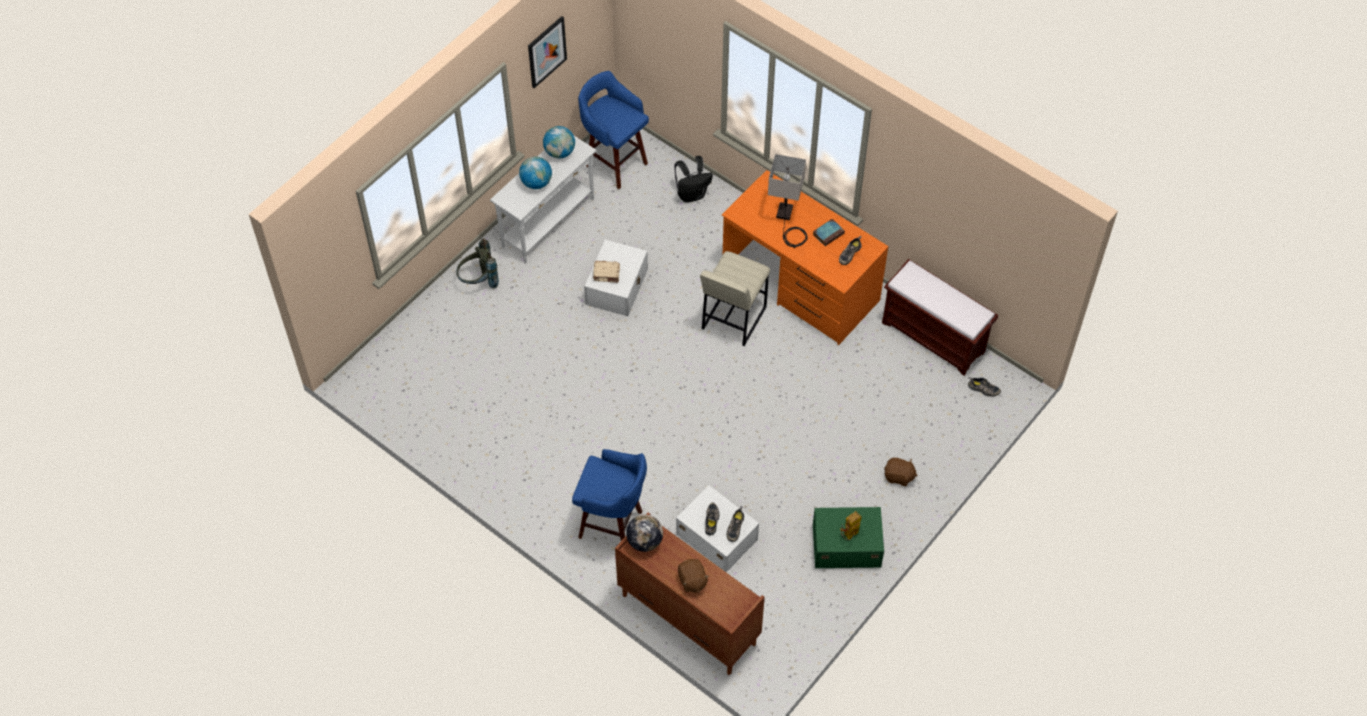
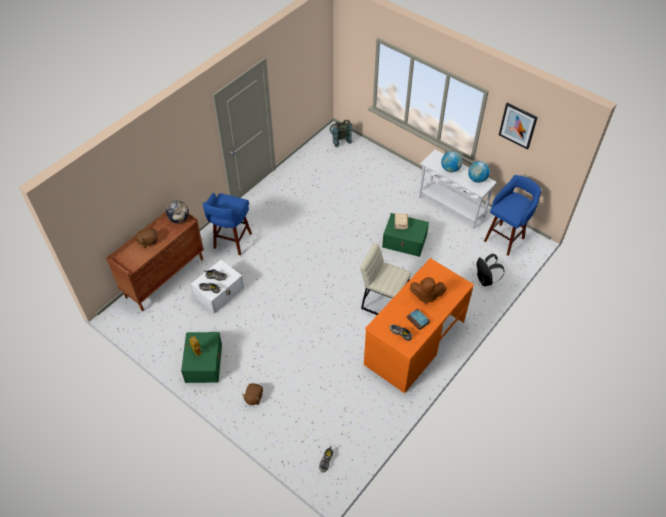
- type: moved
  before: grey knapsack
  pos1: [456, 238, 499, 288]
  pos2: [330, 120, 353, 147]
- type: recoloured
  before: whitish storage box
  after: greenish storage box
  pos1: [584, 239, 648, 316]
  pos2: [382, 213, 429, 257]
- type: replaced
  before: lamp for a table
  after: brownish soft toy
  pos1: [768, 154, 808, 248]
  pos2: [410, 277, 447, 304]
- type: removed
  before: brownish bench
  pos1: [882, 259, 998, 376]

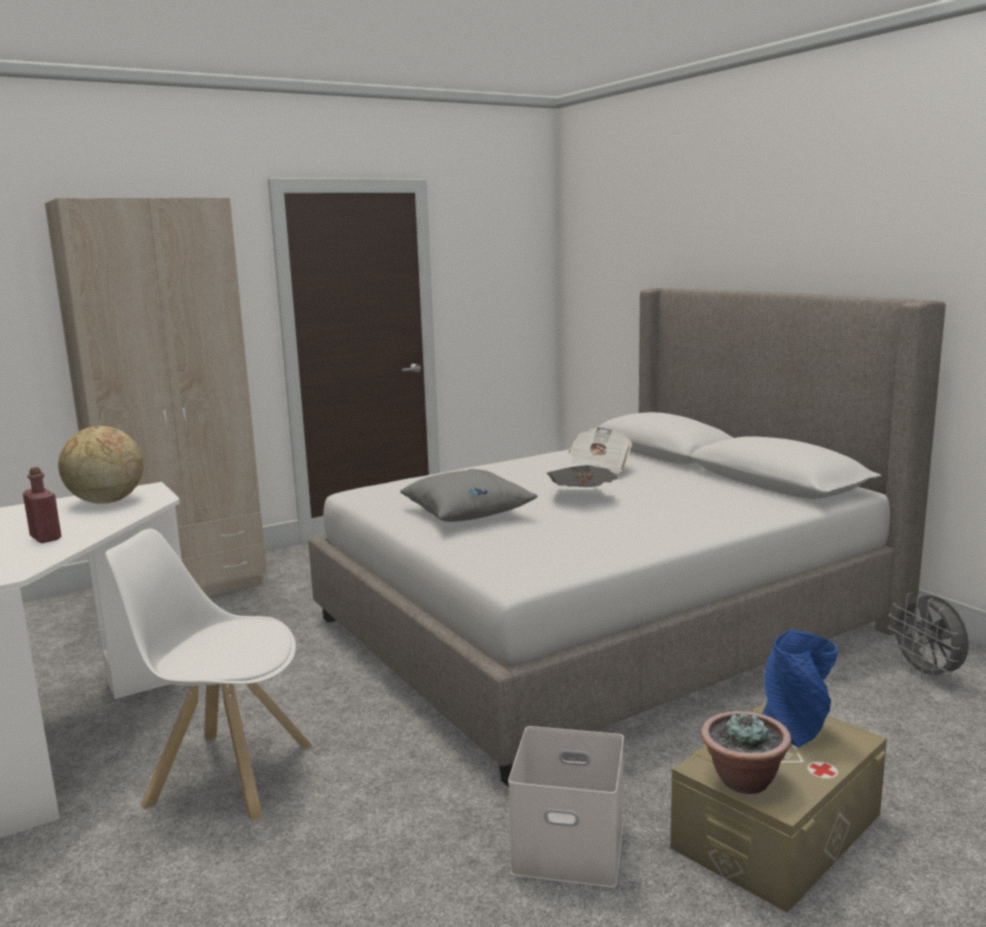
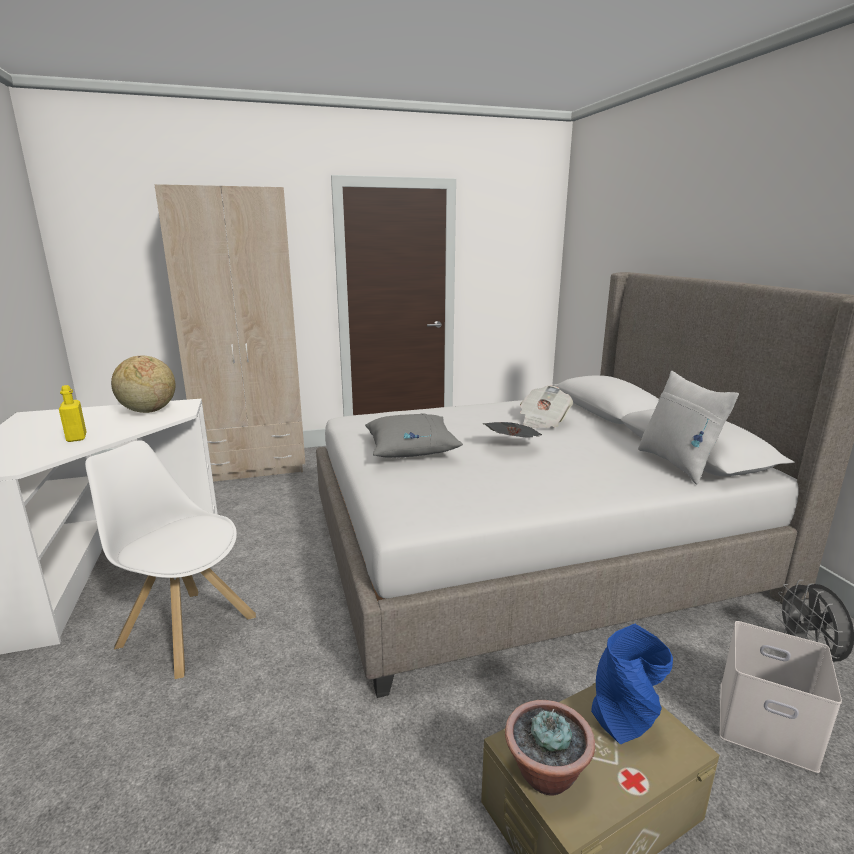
- type: recoloured
  before: red bottle
  after: yellowish bottle
  pos1: [23, 467, 61, 543]
  pos2: [59, 385, 87, 442]
- type: added
  after: grey pillow
  pos2: [638, 371, 739, 484]
- type: moved
  before: whitish storage box
  pos1: [508, 726, 624, 888]
  pos2: [720, 621, 842, 773]

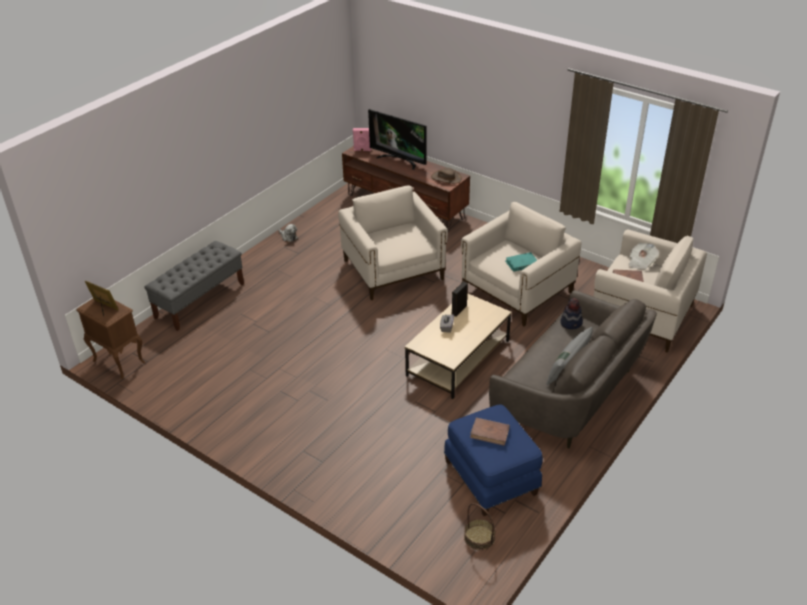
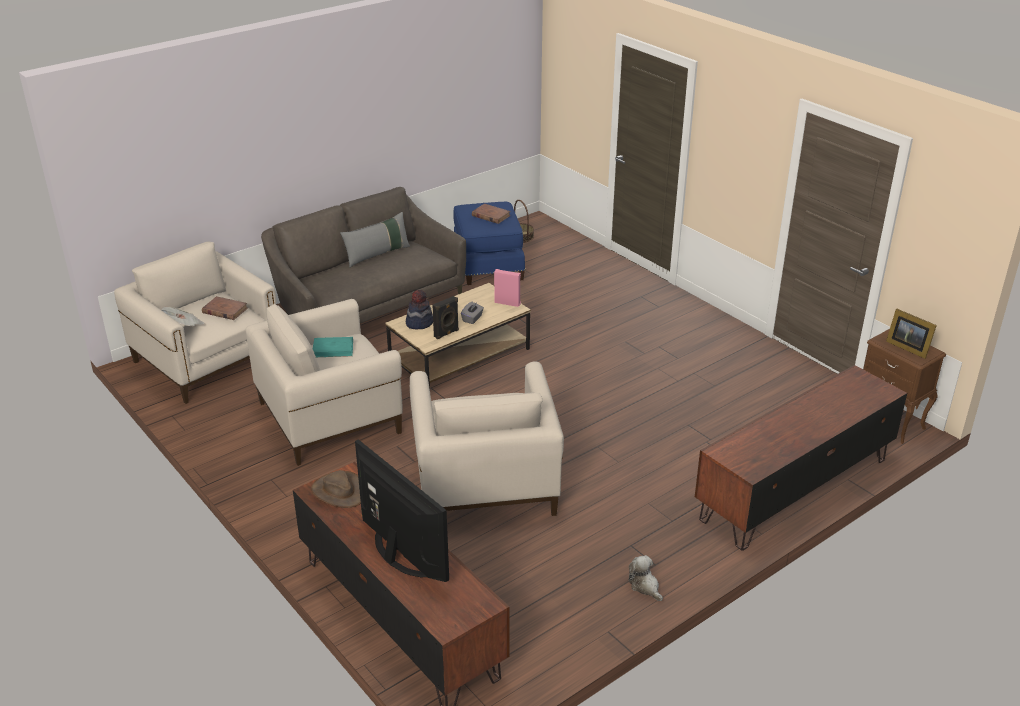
- type: moved
  before: hat
  pos1: [560, 298, 583, 329]
  pos2: [406, 290, 433, 329]
- type: moved
  before: pink loudspeaker
  pos1: [353, 128, 371, 151]
  pos2: [494, 269, 521, 307]
- type: replaced
  before: grey bench
  after: brownish tv unit
  pos1: [144, 241, 244, 331]
  pos2: [695, 365, 907, 551]

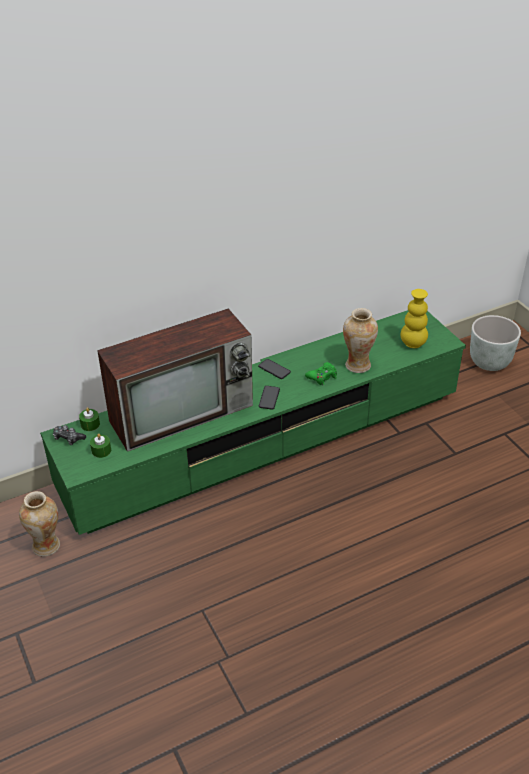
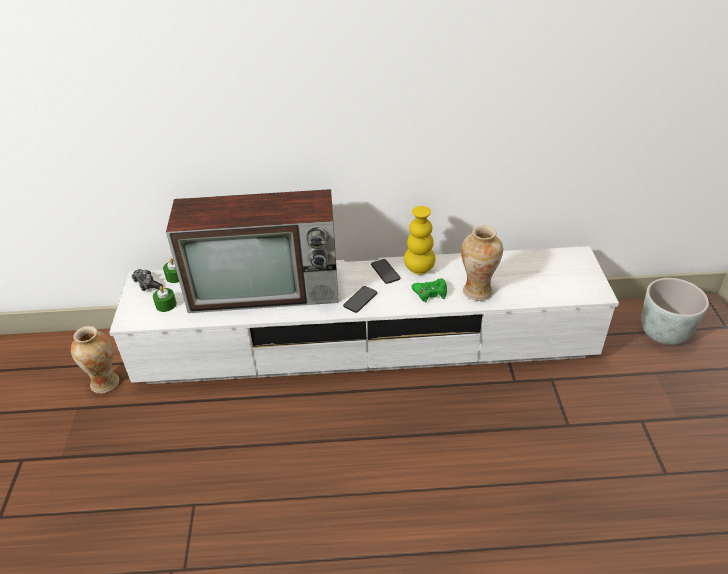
- type: recoloured
  before: greenish tv unit
  after: whitish tv unit
  pos1: [40, 310, 466, 535]
  pos2: [109, 246, 619, 384]
- type: moved
  before: yellowish flower vase
  pos1: [400, 289, 428, 348]
  pos2: [404, 206, 436, 275]

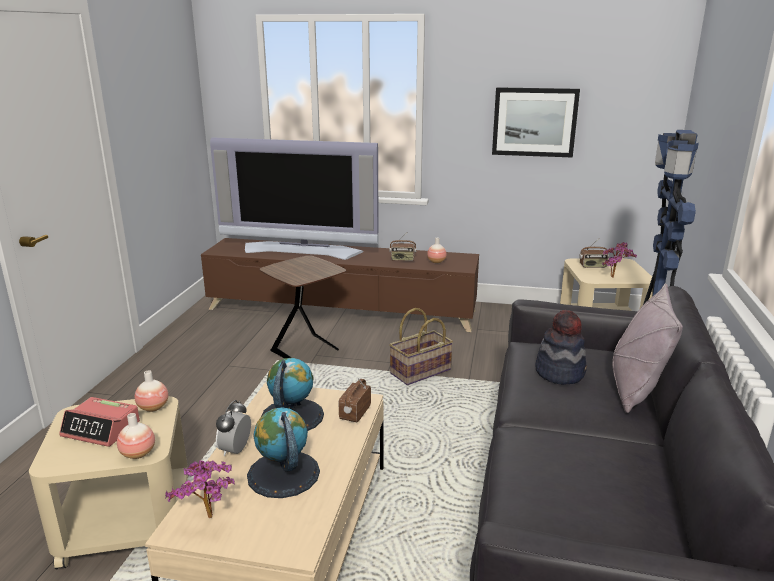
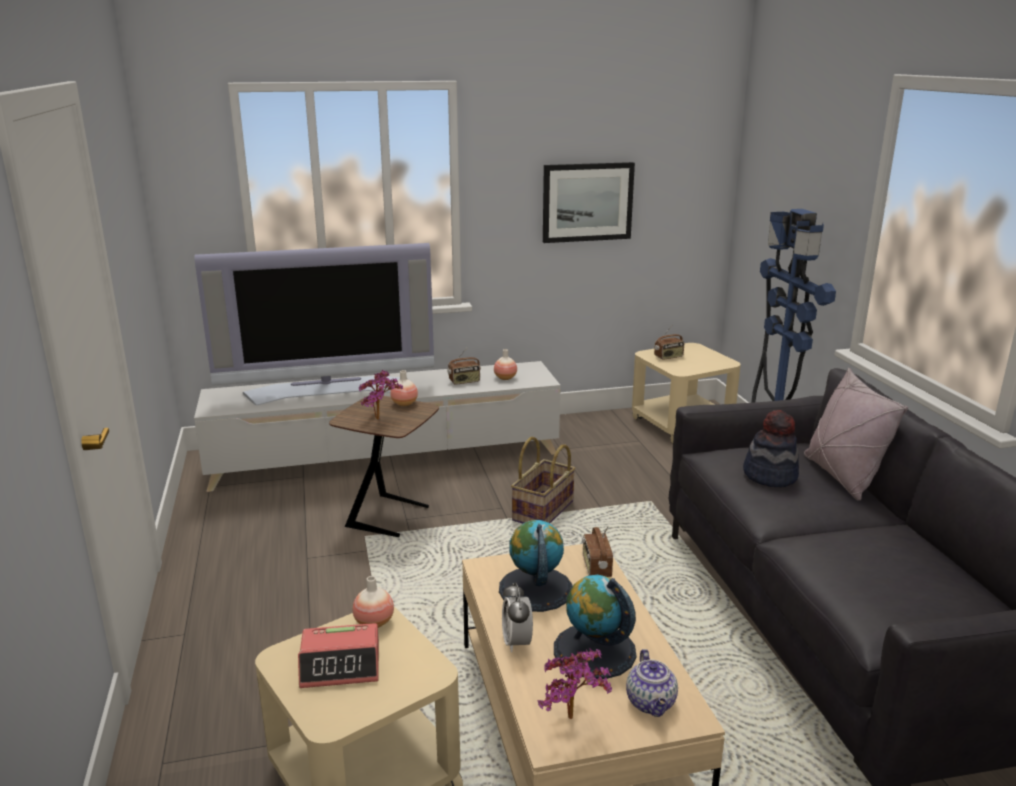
- type: recoloured
  before: brownish tv unit
  after: whitish tv unit
  pos1: [201, 238, 479, 332]
  pos2: [194, 361, 561, 492]
- type: moved
  before: potted plant
  pos1: [602, 242, 637, 278]
  pos2: [359, 370, 403, 420]
- type: moved
  before: flower vase
  pos1: [117, 413, 155, 459]
  pos2: [390, 370, 418, 406]
- type: added
  after: pot for tea
  pos2: [626, 649, 678, 717]

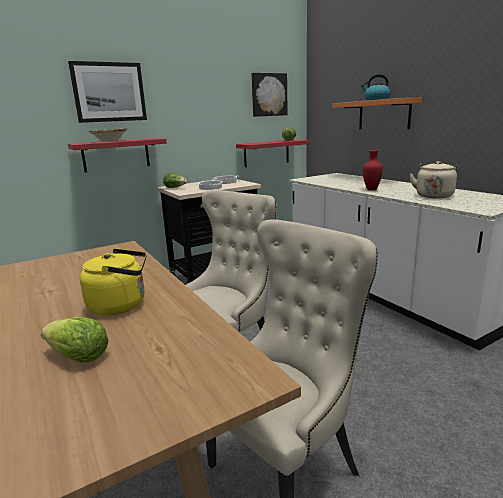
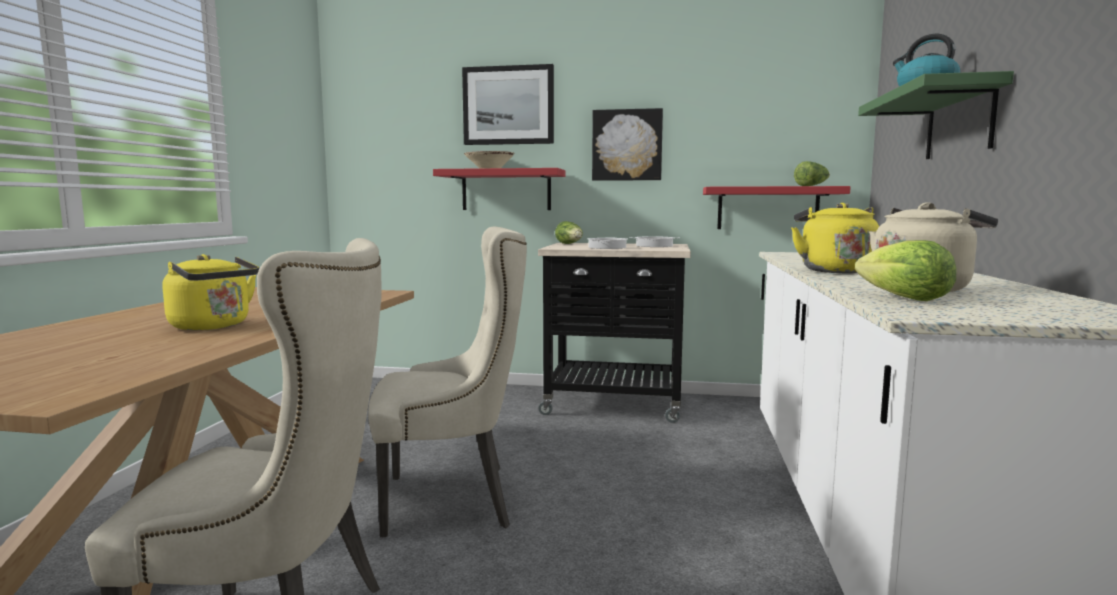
- type: moved
  before: wall art
  pos1: [252, 73, 288, 117]
  pos2: [592, 108, 663, 181]
- type: replaced
  before: red flower vase
  after: yellowish water kettle
  pos1: [363, 150, 383, 191]
  pos2: [791, 203, 879, 273]
- type: moved
  before: lettuce head
  pos1: [40, 317, 109, 363]
  pos2: [855, 240, 956, 301]
- type: recoloured
  before: orange-coloured wall shelf
  after: greenish wall shelf
  pos1: [332, 98, 422, 129]
  pos2: [858, 71, 1014, 159]

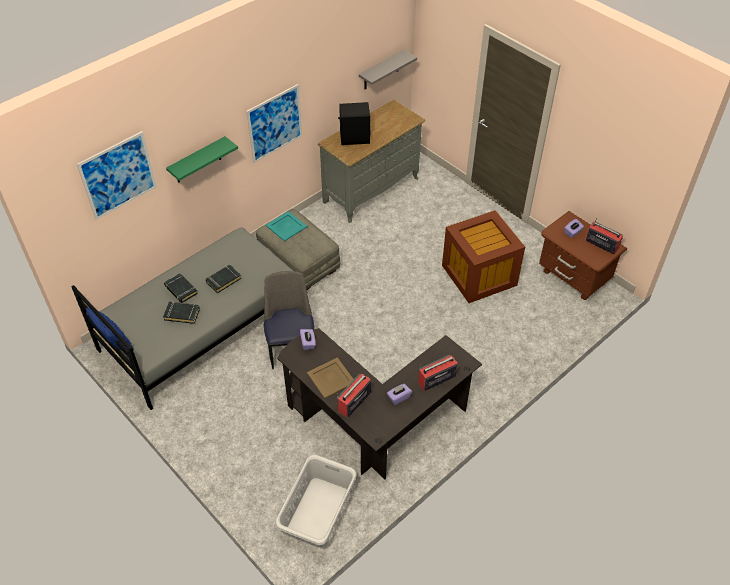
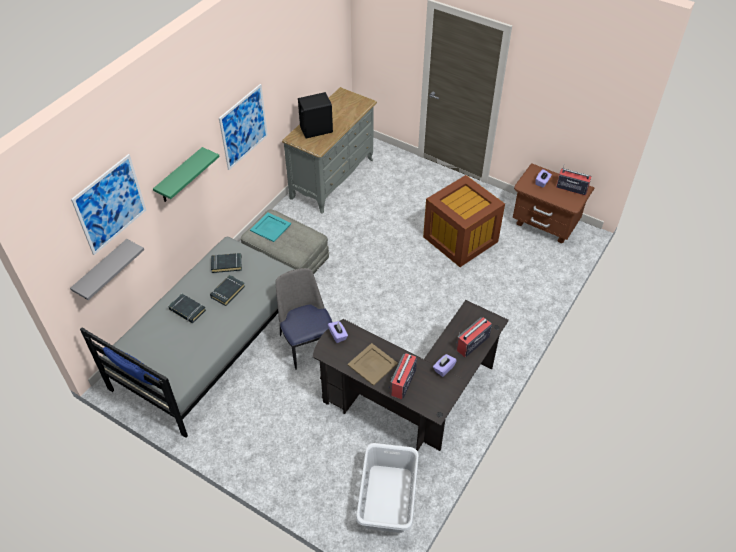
- type: moved
  before: grey wall shelf
  pos1: [359, 50, 417, 89]
  pos2: [70, 239, 144, 300]
- type: moved
  before: blackish volume
  pos1: [163, 302, 200, 324]
  pos2: [211, 253, 242, 273]

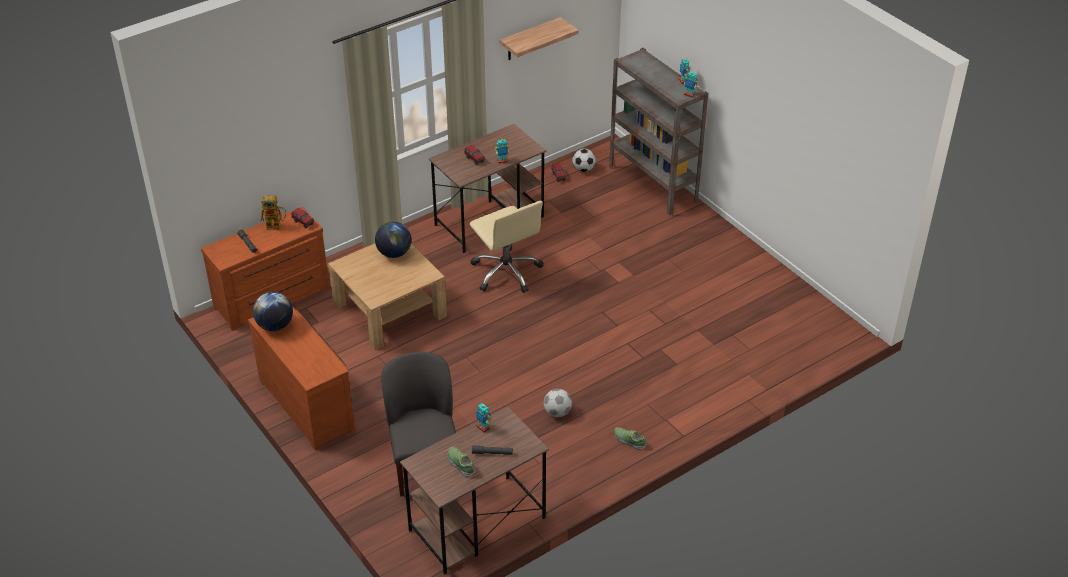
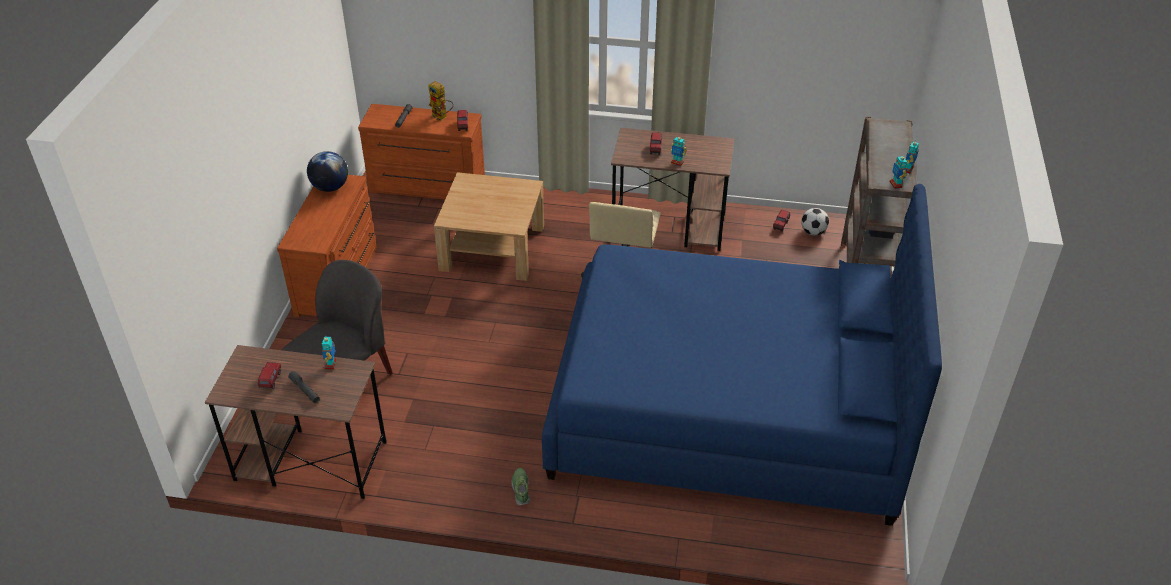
- type: replaced
  before: low shoe
  after: model truck
  pos1: [447, 446, 476, 477]
  pos2: [258, 362, 281, 389]
- type: added
  after: blue-coloured bedroom bed
  pos2: [542, 184, 942, 526]
- type: removed
  before: globe
  pos1: [375, 222, 411, 258]
- type: removed
  before: wall shelf
  pos1: [500, 17, 579, 60]
- type: removed
  before: football ball
  pos1: [544, 389, 572, 417]

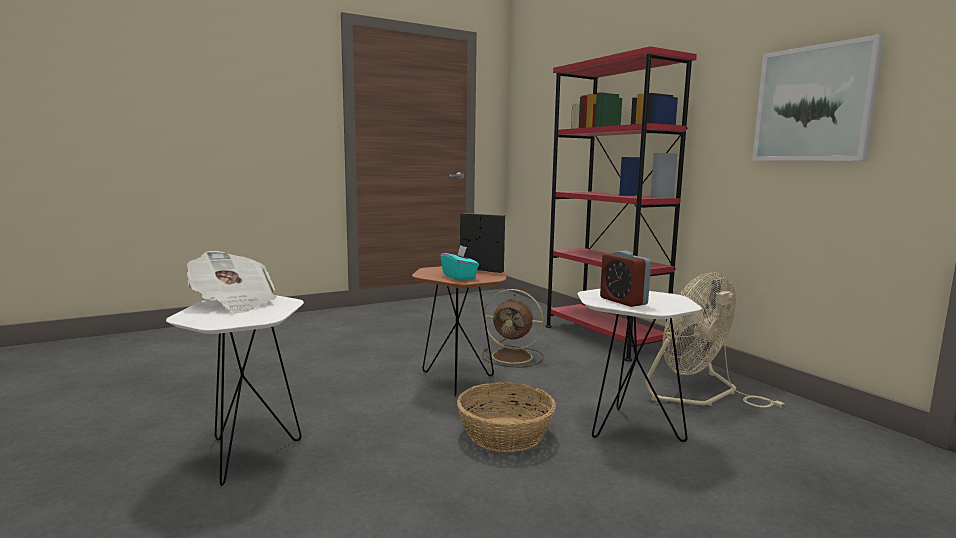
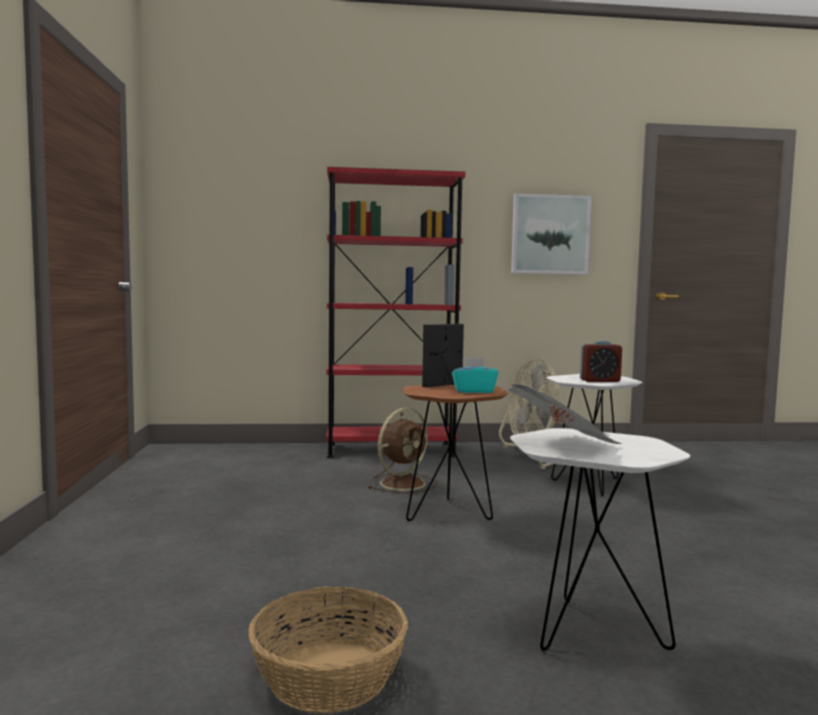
- type: moved
  before: household basket
  pos1: [457, 382, 556, 452]
  pos2: [248, 587, 408, 713]

